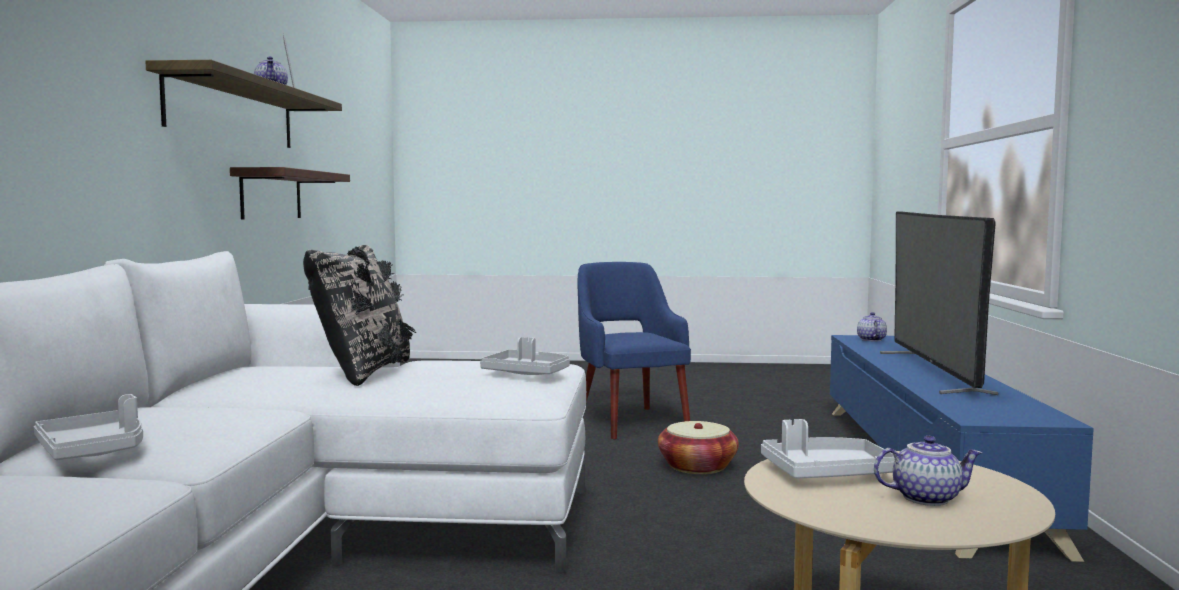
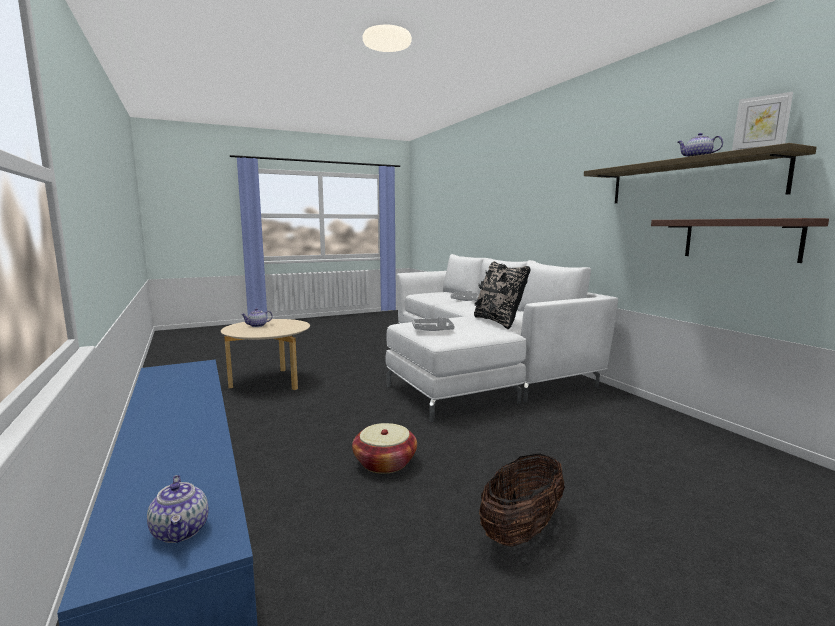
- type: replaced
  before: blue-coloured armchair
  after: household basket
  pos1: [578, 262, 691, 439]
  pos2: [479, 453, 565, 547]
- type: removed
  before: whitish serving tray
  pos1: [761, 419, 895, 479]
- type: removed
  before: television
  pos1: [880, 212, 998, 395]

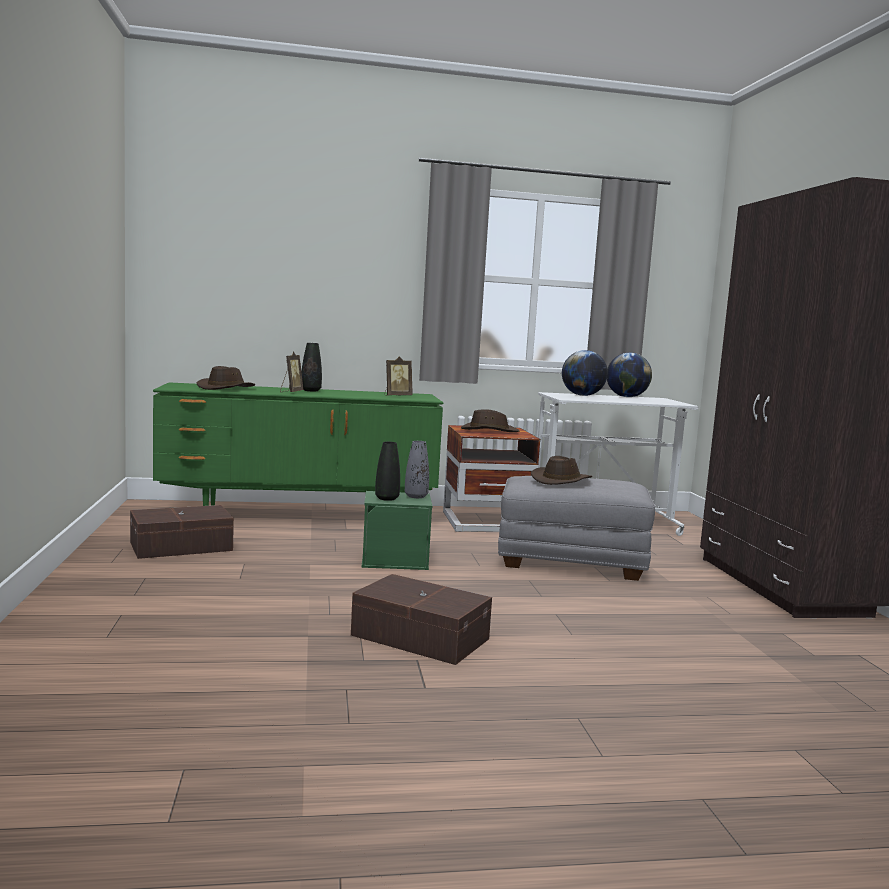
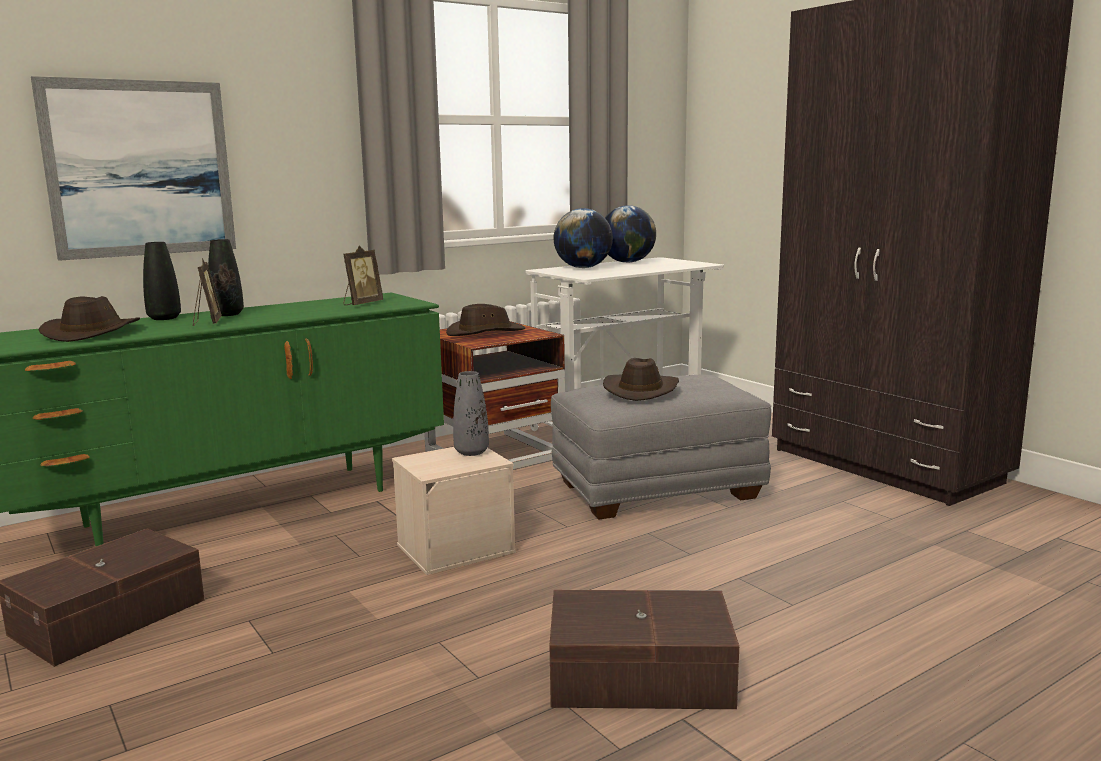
- type: added
  after: wall art
  pos2: [31, 76, 236, 261]
- type: moved
  before: blackish flower vase
  pos1: [375, 442, 400, 501]
  pos2: [143, 242, 181, 320]
- type: recoloured
  before: greenish storage box
  after: beige-coloured storage box
  pos1: [362, 491, 432, 570]
  pos2: [392, 447, 516, 575]

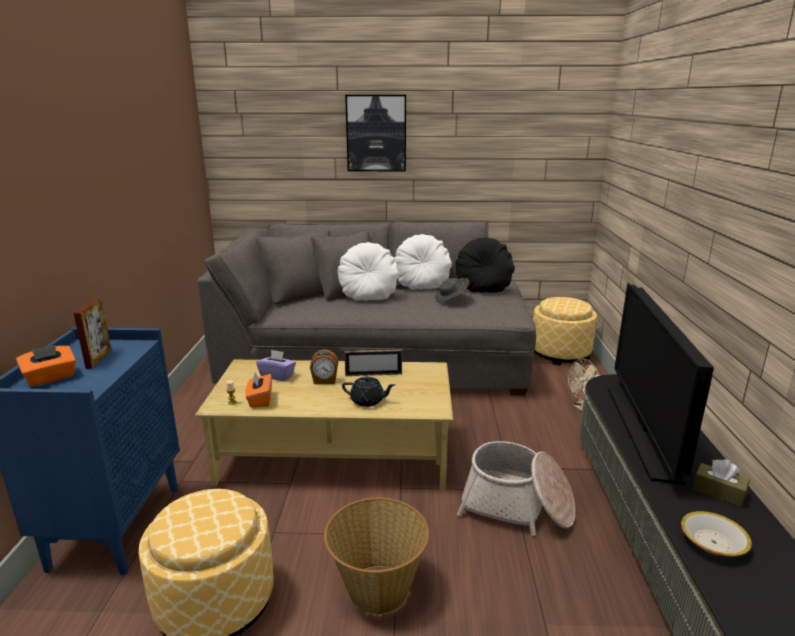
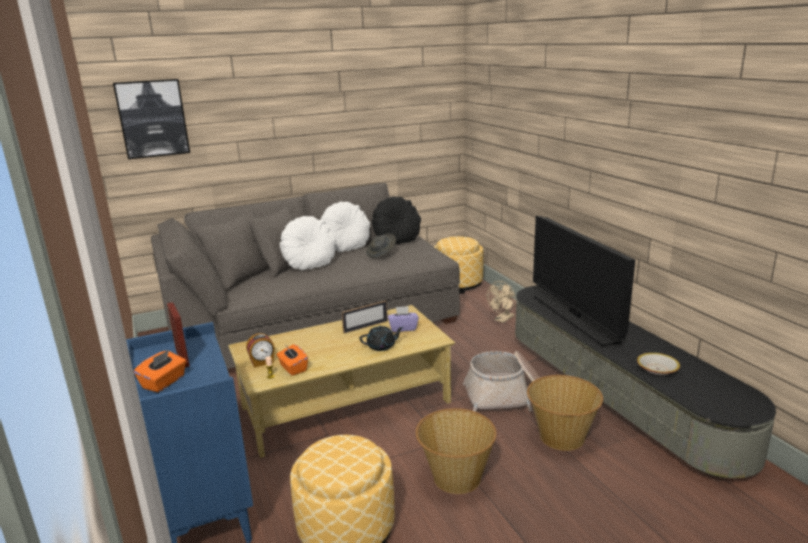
- type: moved
  before: wall art
  pos1: [345, 95, 406, 171]
  pos2: [113, 79, 190, 159]
- type: moved
  before: table clock
  pos1: [310, 349, 338, 384]
  pos2: [246, 333, 275, 368]
- type: moved
  before: purplish box of tissues
  pos1: [256, 349, 296, 381]
  pos2: [388, 306, 419, 332]
- type: added
  after: household basket
  pos2: [527, 375, 603, 451]
- type: removed
  before: brownish box of tissues
  pos1: [693, 459, 750, 507]

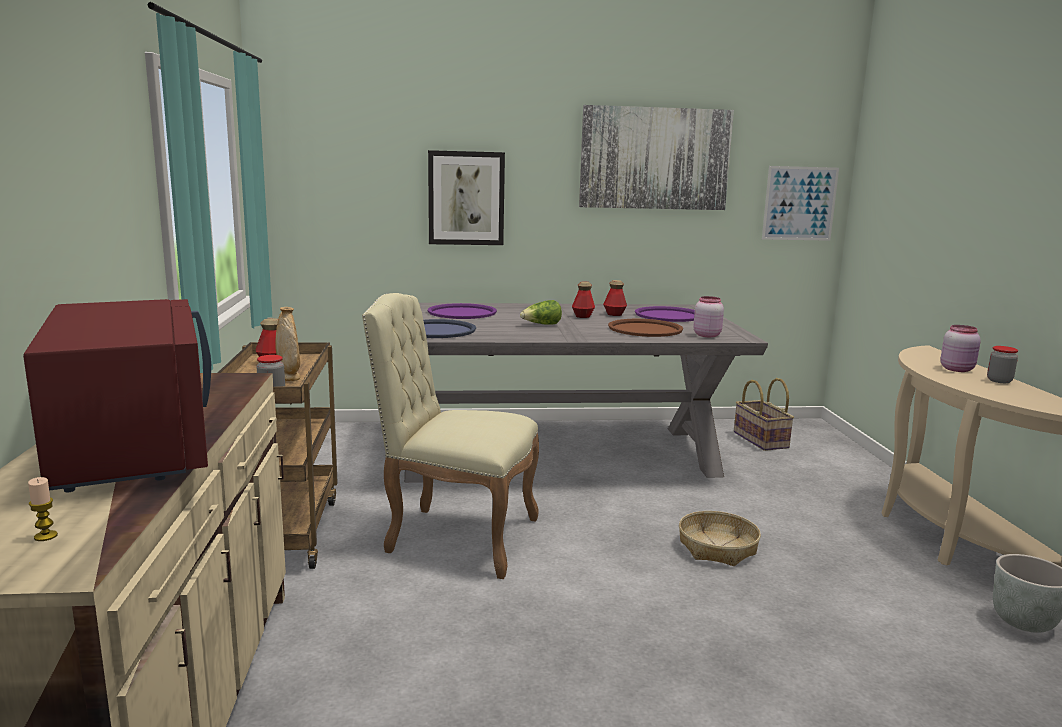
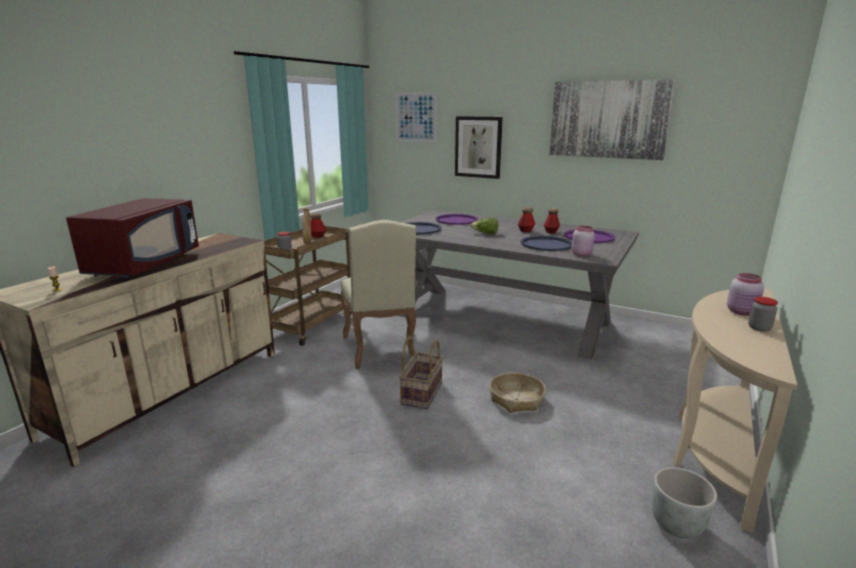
- type: turned
  before: beige-coloured chair
  pos1: [362, 293, 539, 579]
  pos2: [341, 220, 416, 369]
  turn: -150
- type: moved
  before: wall art
  pos1: [762, 166, 839, 241]
  pos2: [396, 92, 437, 142]
- type: moved
  before: household basket
  pos1: [734, 378, 794, 451]
  pos2: [399, 336, 443, 409]
- type: recoloured
  before: brownish serving tray
  after: blue-coloured serving tray
  pos1: [608, 319, 683, 337]
  pos2: [521, 236, 572, 251]

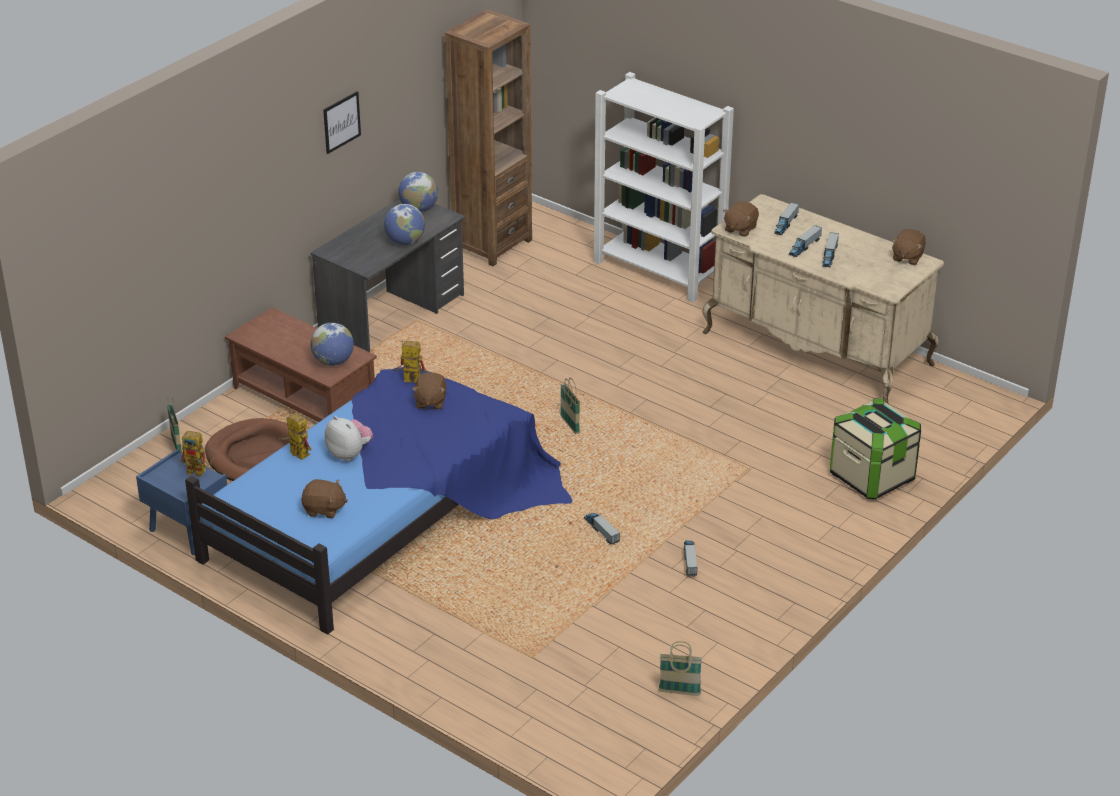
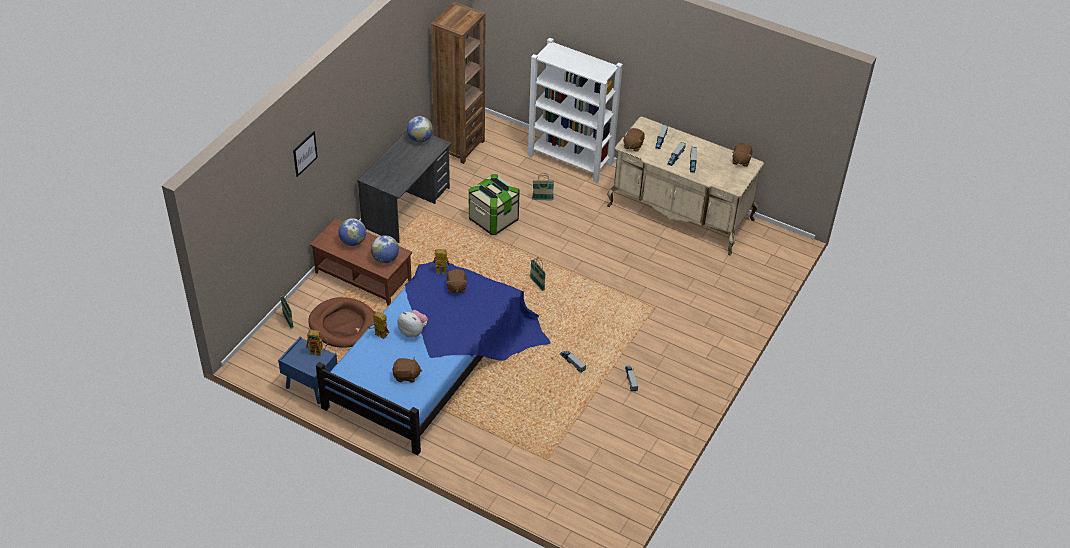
- type: moved
  before: wall art
  pos1: [323, 91, 361, 154]
  pos2: [293, 131, 318, 177]
- type: moved
  before: globe
  pos1: [384, 204, 425, 245]
  pos2: [338, 218, 366, 246]
- type: moved
  before: storage box
  pos1: [830, 398, 921, 499]
  pos2: [469, 174, 519, 235]
- type: moved
  before: household basket
  pos1: [658, 641, 702, 696]
  pos2: [532, 173, 554, 200]

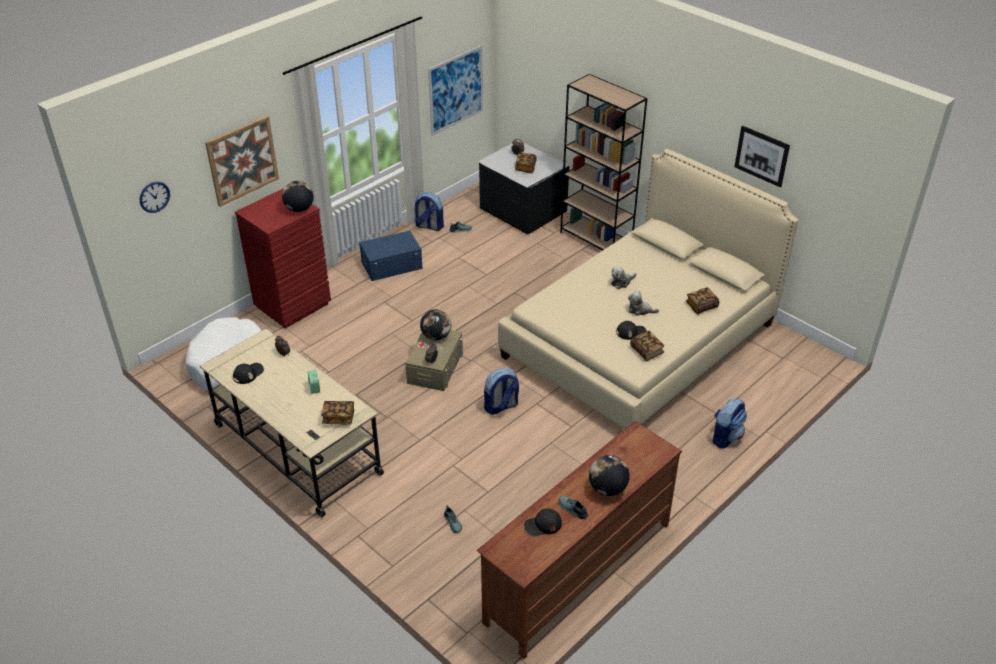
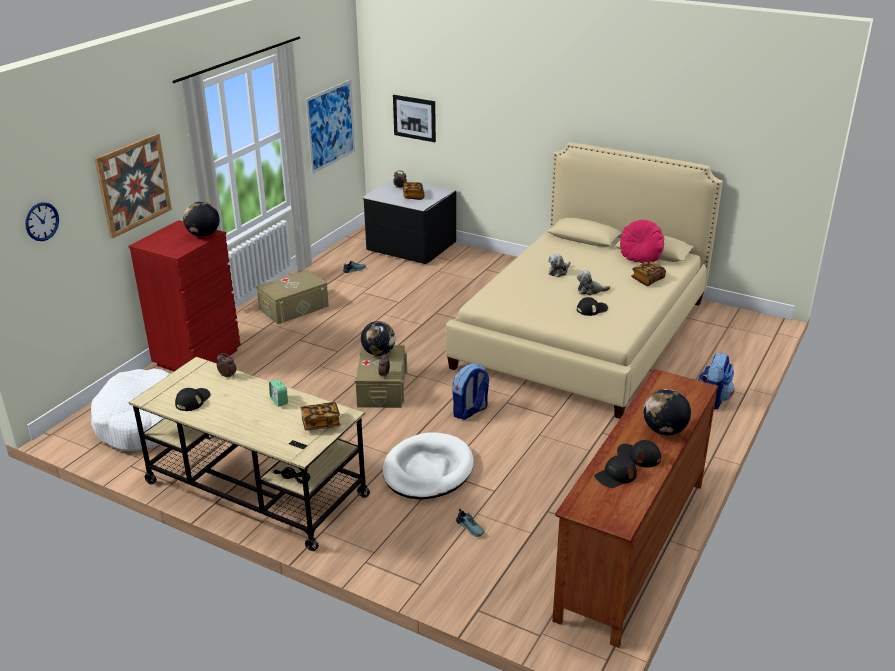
- type: recoloured
  before: blue-coloured storage box
  after: beige-coloured storage box
  pos1: [359, 231, 423, 281]
  pos2: [257, 270, 329, 324]
- type: added
  after: whitish dog cushion
  pos2: [383, 433, 474, 500]
- type: moved
  before: wall art
  pos1: [734, 125, 790, 187]
  pos2: [393, 95, 436, 142]
- type: replaced
  before: low shoe
  after: blackish cap
  pos1: [559, 496, 588, 519]
  pos2: [617, 440, 661, 467]
- type: added
  after: pink pillow
  pos2: [620, 220, 664, 263]
- type: removed
  before: knapsack
  pos1: [415, 192, 444, 231]
- type: removed
  before: beige-coloured bookcase
  pos1: [560, 74, 647, 251]
- type: removed
  before: volume
  pos1: [630, 331, 664, 361]

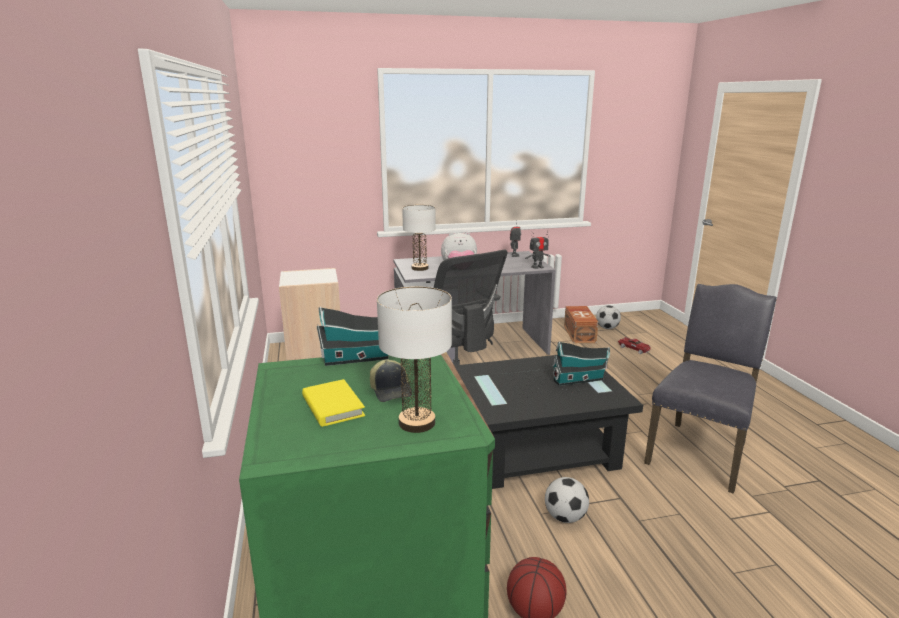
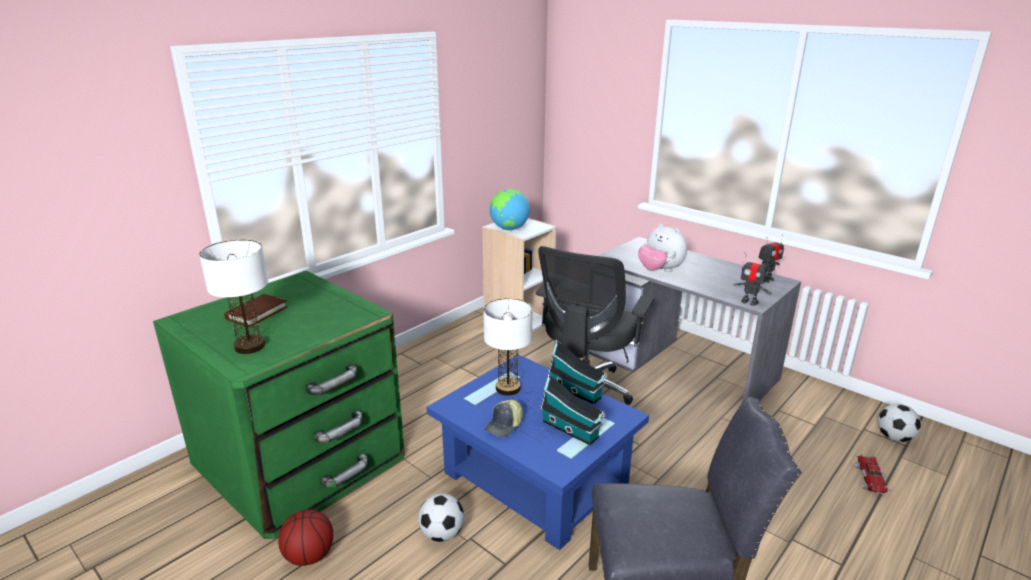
- type: recoloured
  before: yellowish volume
  after: brownish volume
  pos1: [302, 379, 365, 427]
  pos2: [224, 294, 288, 327]
- type: recoloured
  before: blackish lounge table
  after: blue-coloured lounge table
  pos1: [454, 355, 643, 489]
  pos2: [426, 354, 649, 550]
- type: moved
  before: lamp for a table
  pos1: [402, 205, 436, 271]
  pos2: [483, 298, 533, 396]
- type: moved
  before: cap
  pos1: [370, 359, 412, 402]
  pos2: [484, 400, 523, 437]
- type: added
  after: globe
  pos2: [489, 189, 530, 230]
- type: moved
  before: toy house
  pos1: [317, 307, 389, 366]
  pos2: [548, 340, 607, 404]
- type: removed
  before: brownish storage box
  pos1: [564, 306, 598, 343]

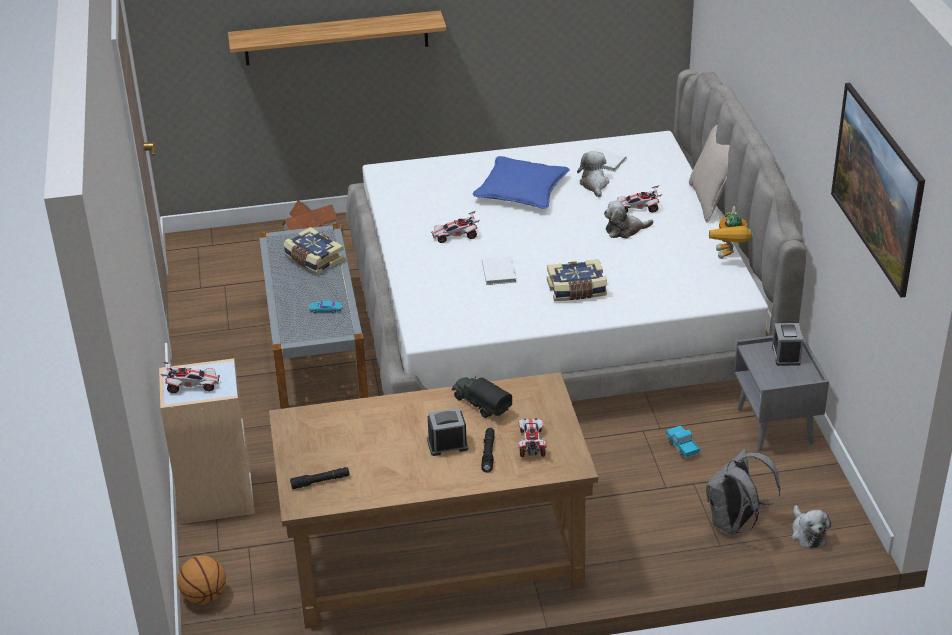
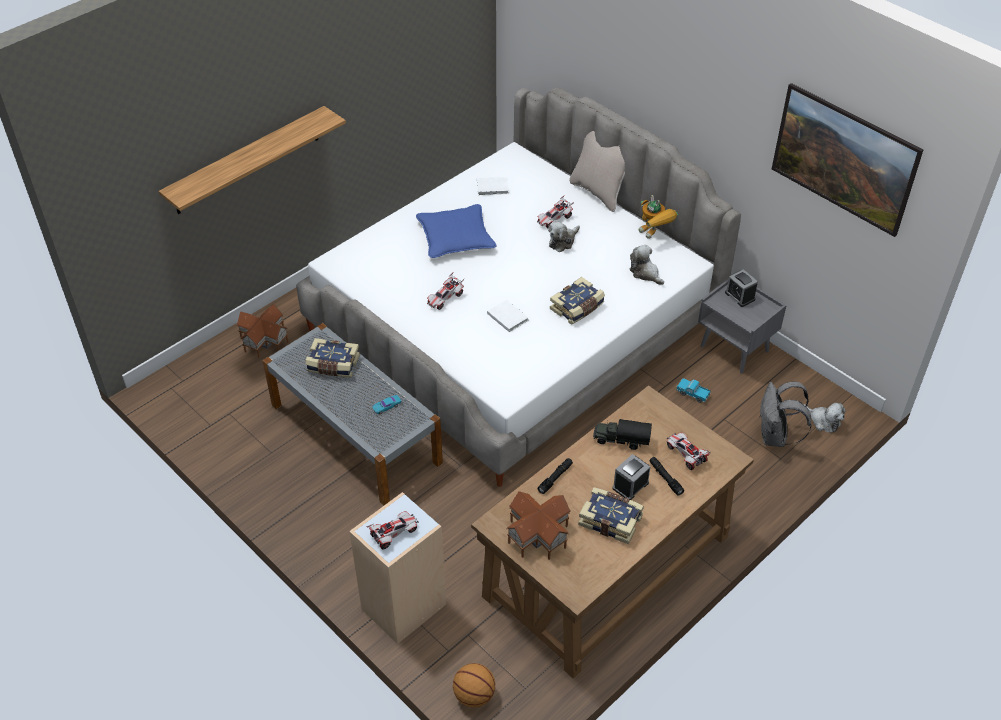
- type: added
  after: toy house
  pos2: [506, 491, 571, 560]
- type: moved
  before: blackish hand torch
  pos1: [290, 467, 350, 489]
  pos2: [537, 458, 573, 494]
- type: added
  after: volume
  pos2: [578, 487, 644, 545]
- type: moved
  before: soft toy
  pos1: [577, 151, 609, 197]
  pos2: [629, 245, 664, 285]

